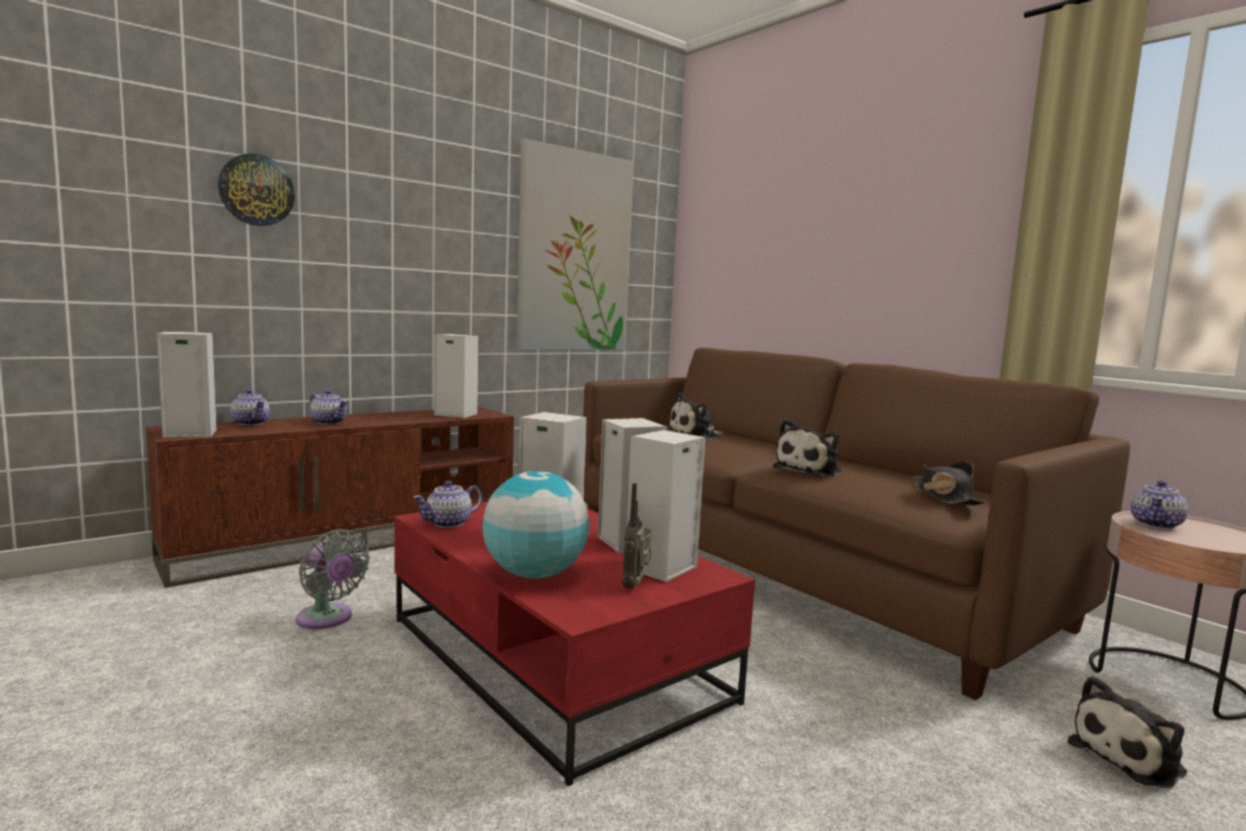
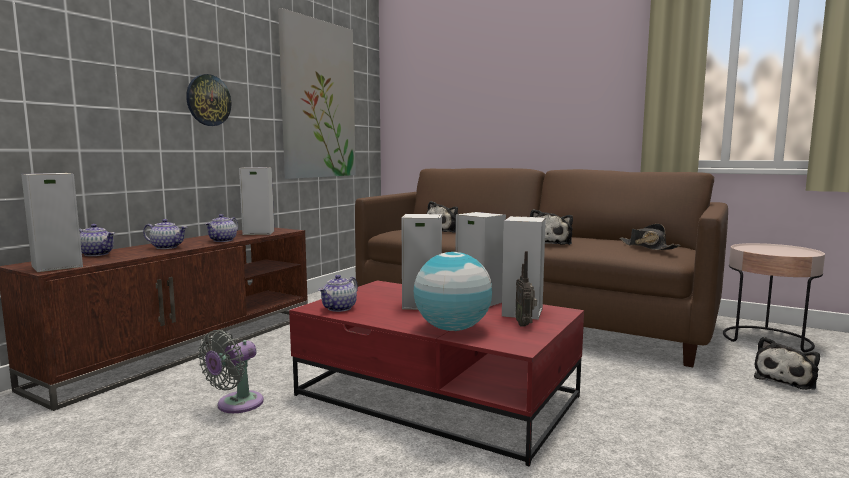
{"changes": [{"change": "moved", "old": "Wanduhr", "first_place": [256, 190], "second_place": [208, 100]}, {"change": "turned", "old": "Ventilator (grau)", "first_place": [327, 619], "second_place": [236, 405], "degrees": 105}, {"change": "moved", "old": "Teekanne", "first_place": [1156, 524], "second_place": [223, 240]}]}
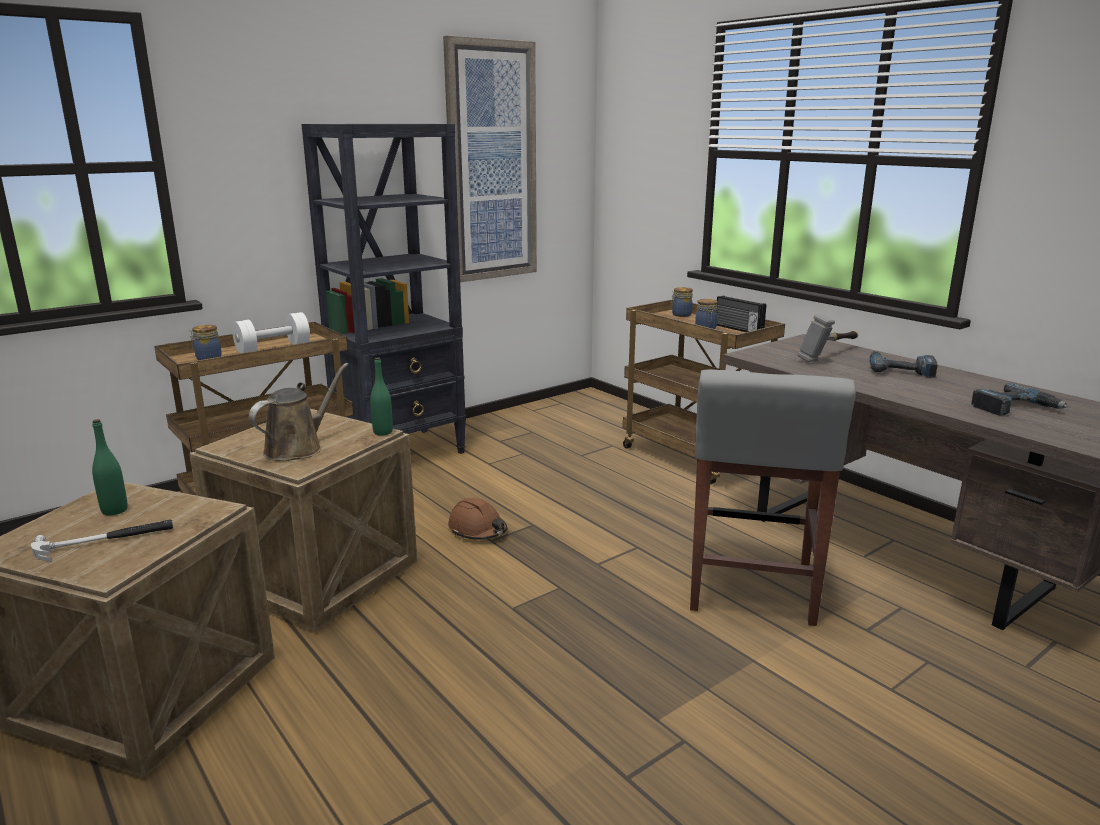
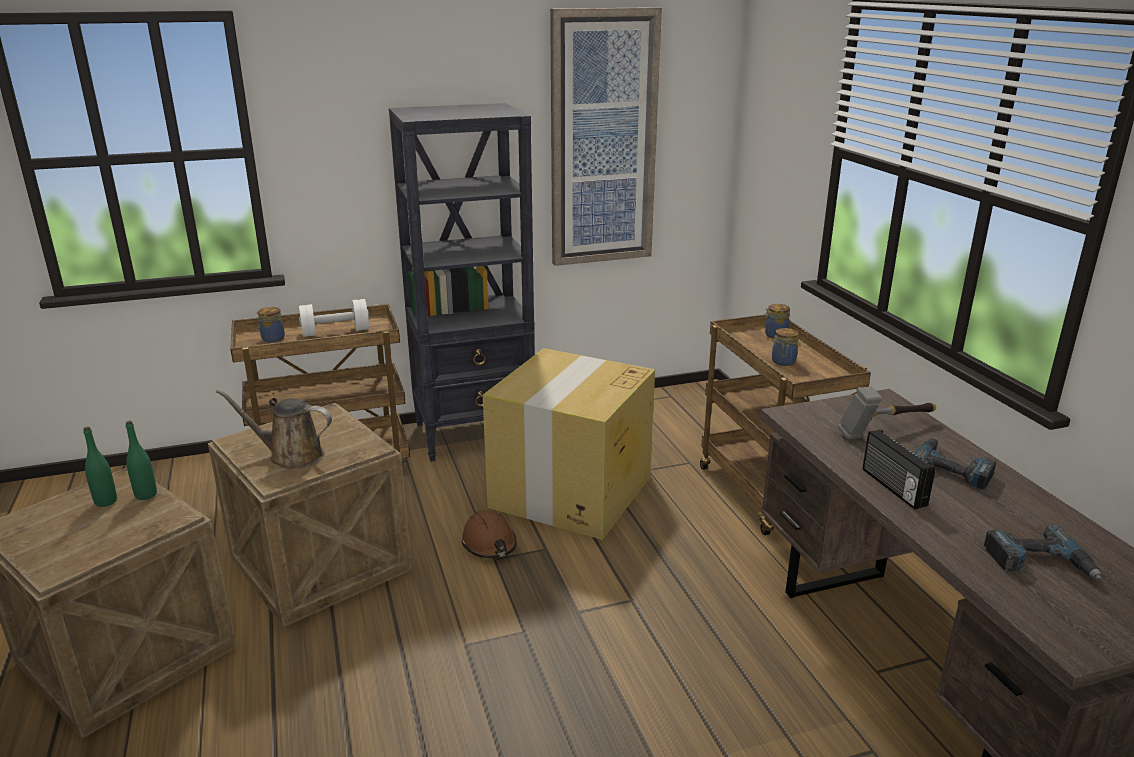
{"changes": [{"change": "removed", "old": "Hammer", "first_place": [105, 541]}, {"change": "turned", "old": "Gießkanne (braun)", "first_place": [298, 448], "second_place": [291, 455], "degrees": -135}, {"change": "moved", "old": "Flasche (grün)", "first_place": [383, 432], "second_place": [146, 495]}, {"change": "removed", "old": "Hocker (grau)", "first_place": [751, 589]}, {"change": "moved", "old": "Radio", "first_place": [738, 329], "second_place": [892, 487]}, {"change": "added", "new": "Karton", "second_place": [570, 493]}]}
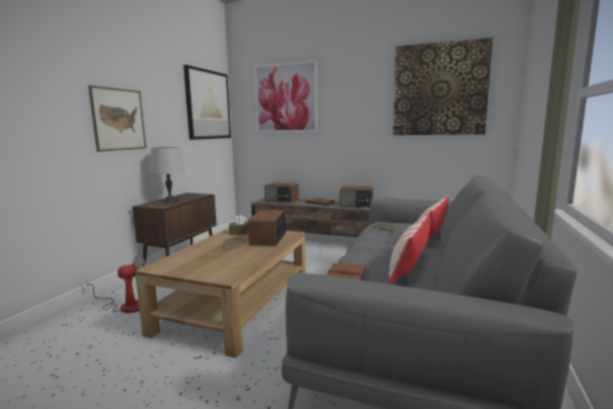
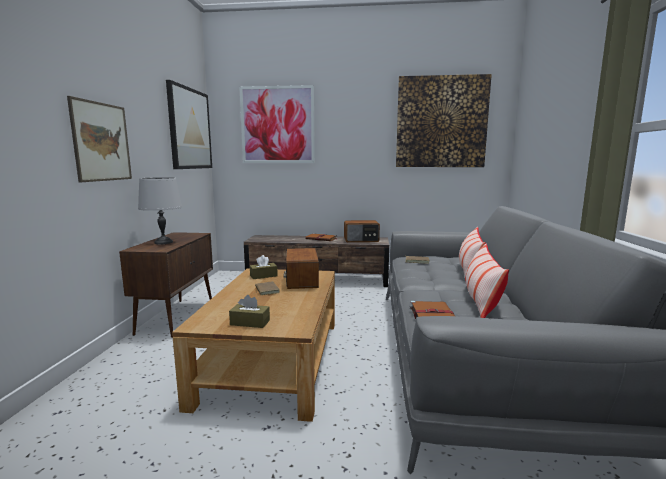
{"changes": [{"change": "removed", "old": "Ventilator", "first_place": [126, 306]}, {"change": "removed", "old": "Radio", "first_place": [281, 200]}, {"change": "added", "new": "Taschentuchbox (braun)", "second_place": [250, 322]}]}
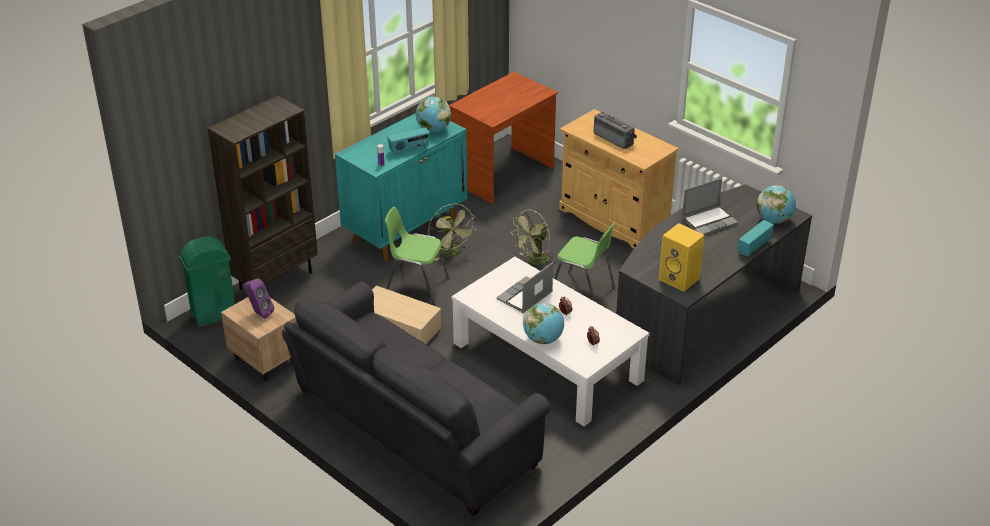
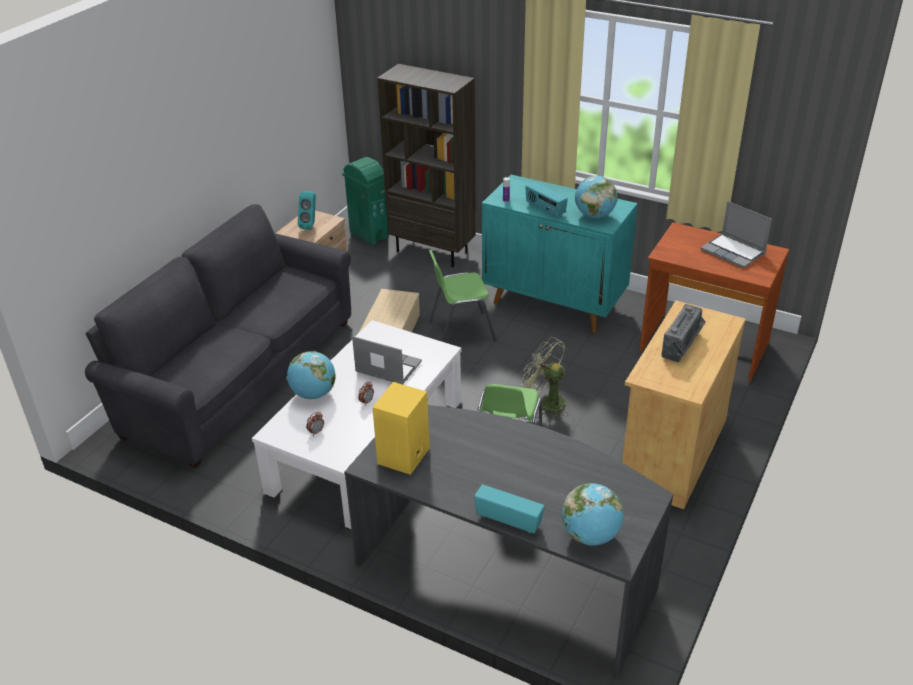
{"changes": [{"change": "recoloured", "old": "Lautsprecher (lila)", "new": "Lautsprecher (türkis)", "first_place": [259, 313], "second_place": [310, 225]}, {"change": "turned", "old": "Stuhl (grün)", "first_place": [416, 286], "second_place": [461, 330], "degrees": -105}, {"change": "removed", "old": "Ventilator (grün)", "first_place": [452, 253]}, {"change": "moved", "old": "Laptop", "first_place": [709, 221], "second_place": [734, 252]}]}
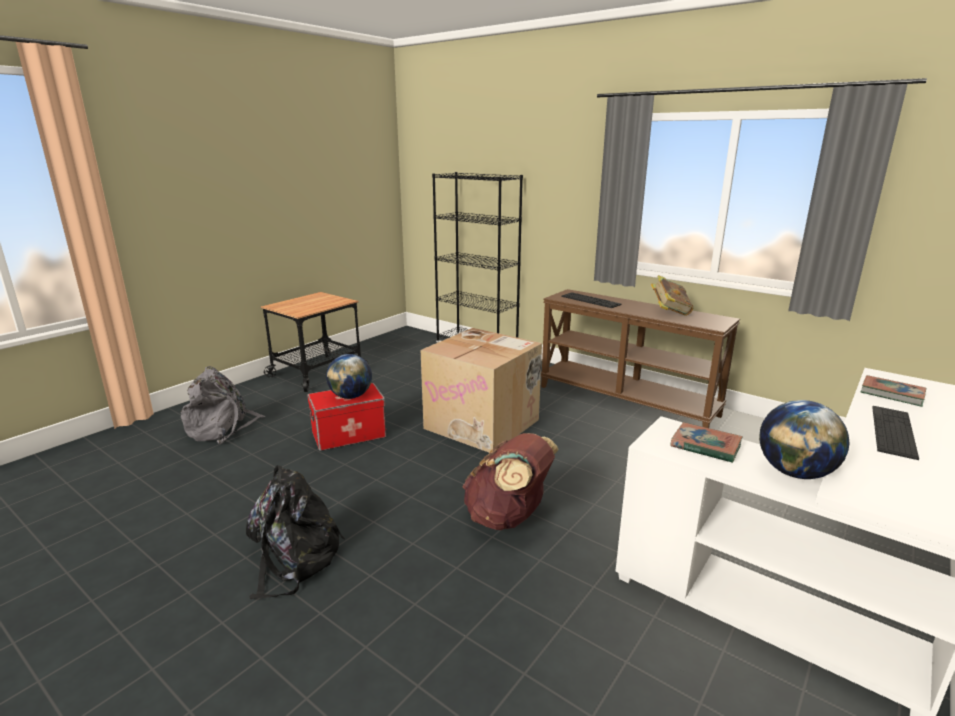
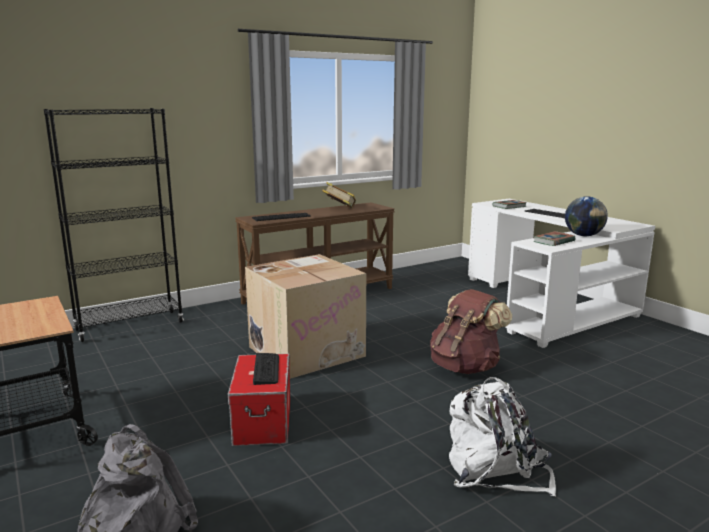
{"changes": [{"change": "recoloured", "old": "Rucksack (schwarz)", "new": "Rucksack (weiß)", "first_place": [294, 559], "second_place": [496, 470]}, {"change": "replaced", "old": "Globus", "new": "Tastatur", "first_place": [351, 396], "second_place": [266, 369]}]}
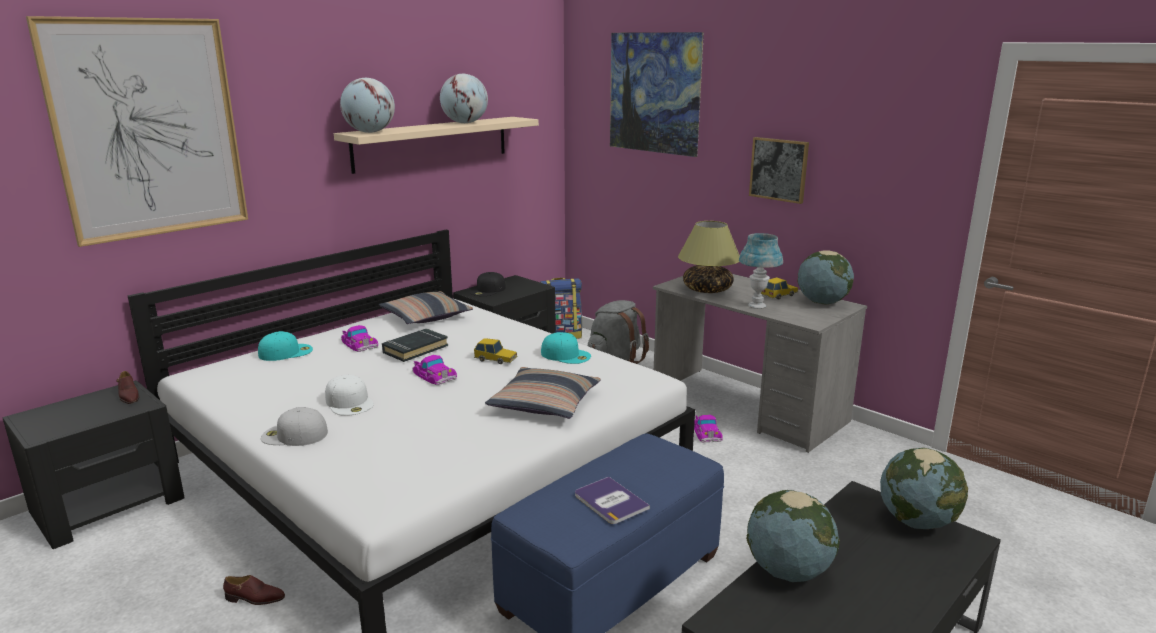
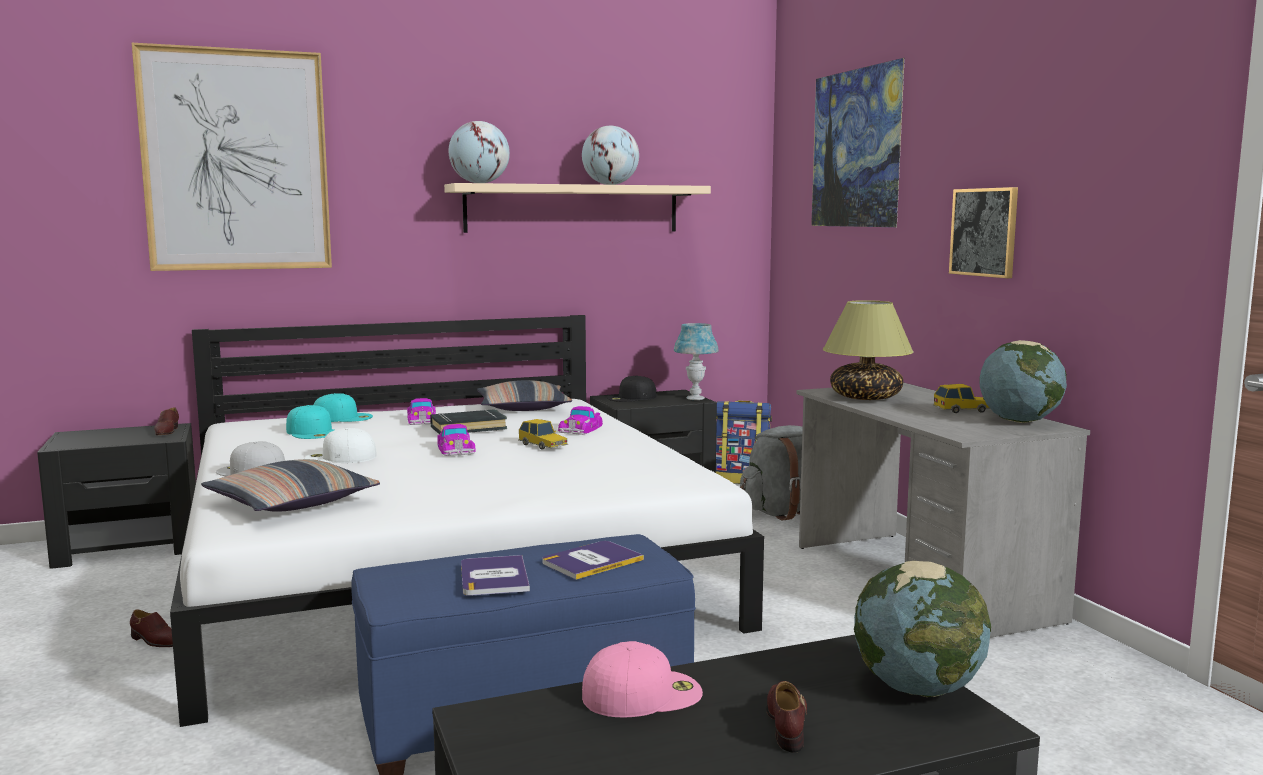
{"changes": [{"change": "turned", "old": "Kappe (weiß)", "first_place": [350, 402], "second_place": [340, 457], "degrees": 105}, {"change": "moved", "old": "Kissen", "first_place": [544, 404], "second_place": [291, 503]}, {"change": "moved", "old": "Kappe (türkis)", "first_place": [566, 355], "second_place": [312, 432]}, {"change": "moved", "old": "Spielzeugauto", "first_place": [706, 432], "second_place": [581, 428]}, {"change": "moved", "old": "Tischlampe (blau)", "first_place": [756, 306], "second_place": [695, 398]}, {"change": "replaced", "old": "Globus", "new": "Kappe (rosa)", "first_place": [787, 571], "second_place": [642, 693]}, {"change": "added", "new": "Buch", "second_place": [591, 561]}, {"change": "added", "new": "Schuh (braun)", "second_place": [786, 723]}]}
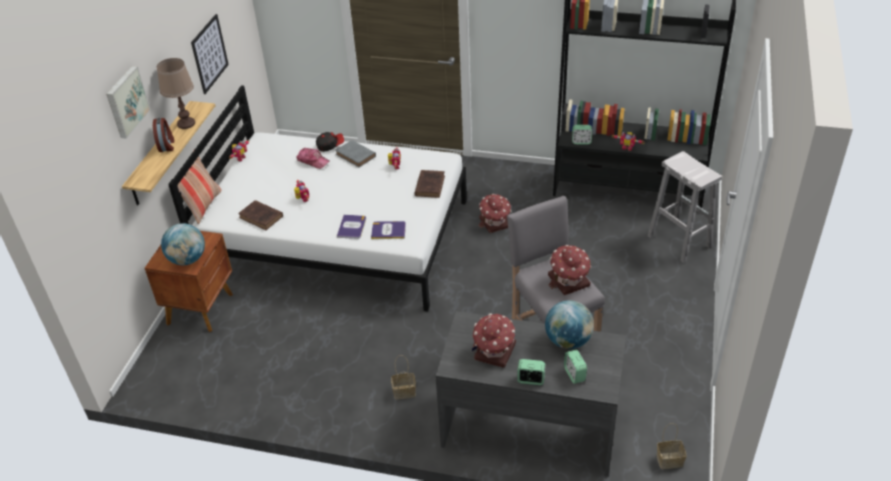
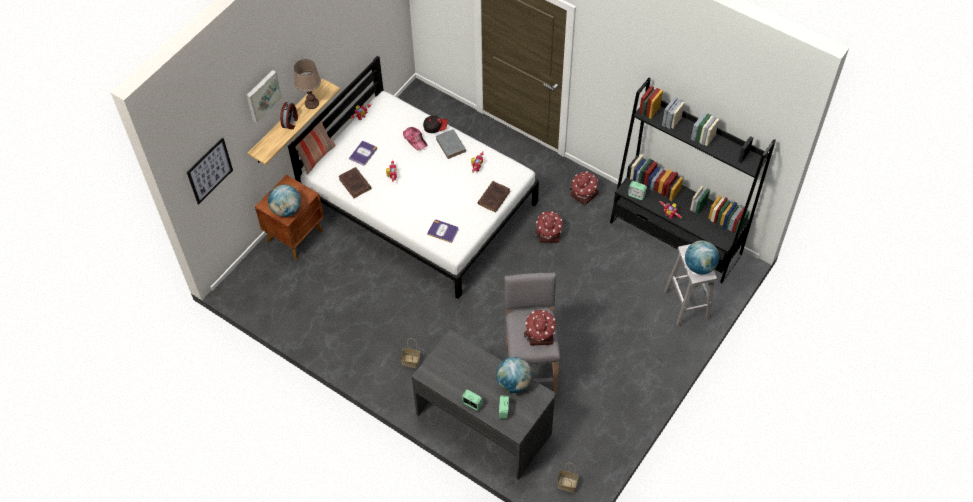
{"changes": [{"change": "moved", "old": "Bild", "first_place": [209, 53], "second_place": [209, 170]}, {"change": "moved", "old": "Buch", "first_place": [351, 227], "second_place": [363, 153]}, {"change": "moved", "old": "Spielzeughaus", "first_place": [494, 352], "second_place": [583, 194]}, {"change": "added", "new": "Globus", "second_place": [699, 266]}]}
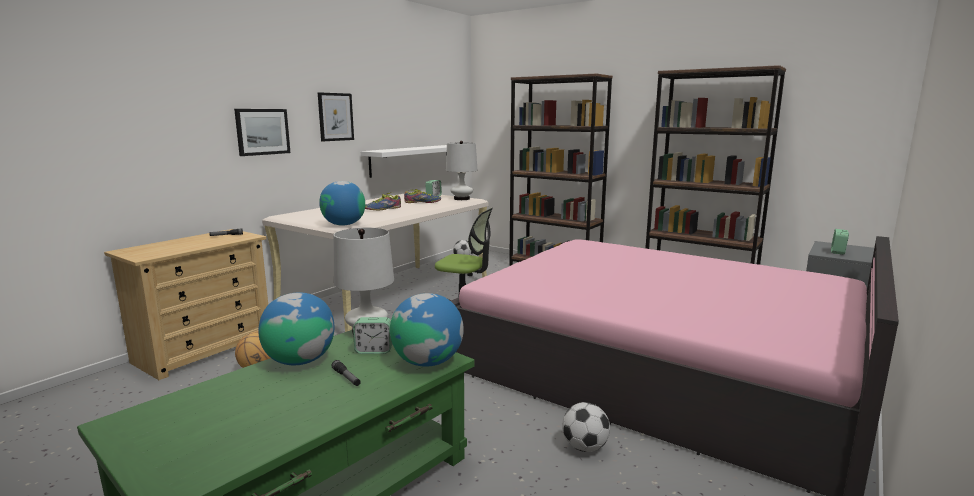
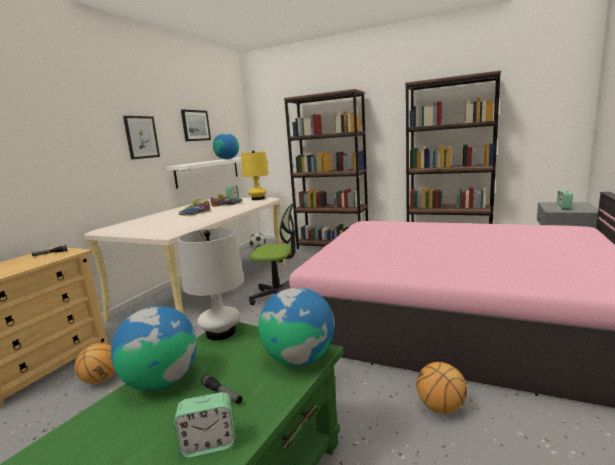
{"changes": [{"change": "moved", "old": "Bild", "first_place": [262, 131], "second_place": [195, 125]}, {"change": "moved", "old": "Globus", "first_place": [344, 224], "second_place": [227, 159]}, {"change": "moved", "old": "Wecker", "first_place": [374, 350], "second_place": [209, 444]}, {"change": "recoloured", "old": "Tischlampe (weiß)", "new": "Tischlampe (gelb)", "first_place": [462, 199], "second_place": [258, 199]}, {"change": "replaced", "old": "Fußball", "new": "Basketball", "first_place": [585, 447], "second_place": [440, 407]}]}
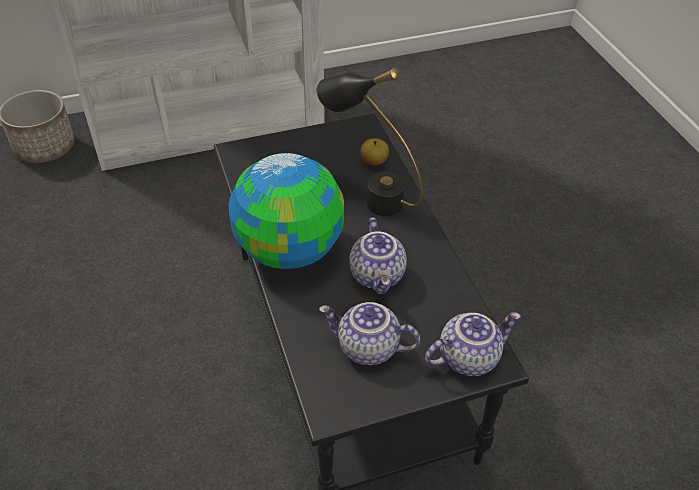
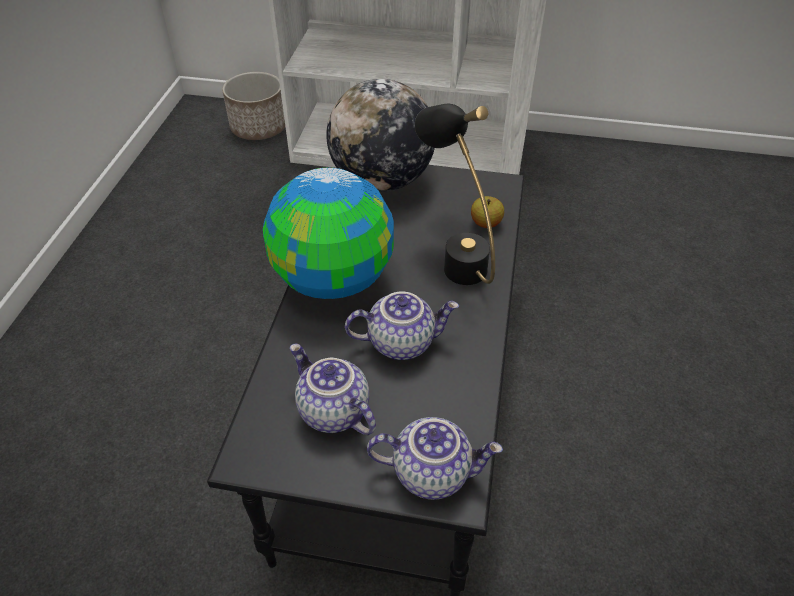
{"changes": [{"change": "turned", "old": "Teekanne", "first_place": [378, 275], "second_place": [401, 341], "degrees": -120}, {"change": "added", "new": "Globus", "second_place": [382, 180]}]}
